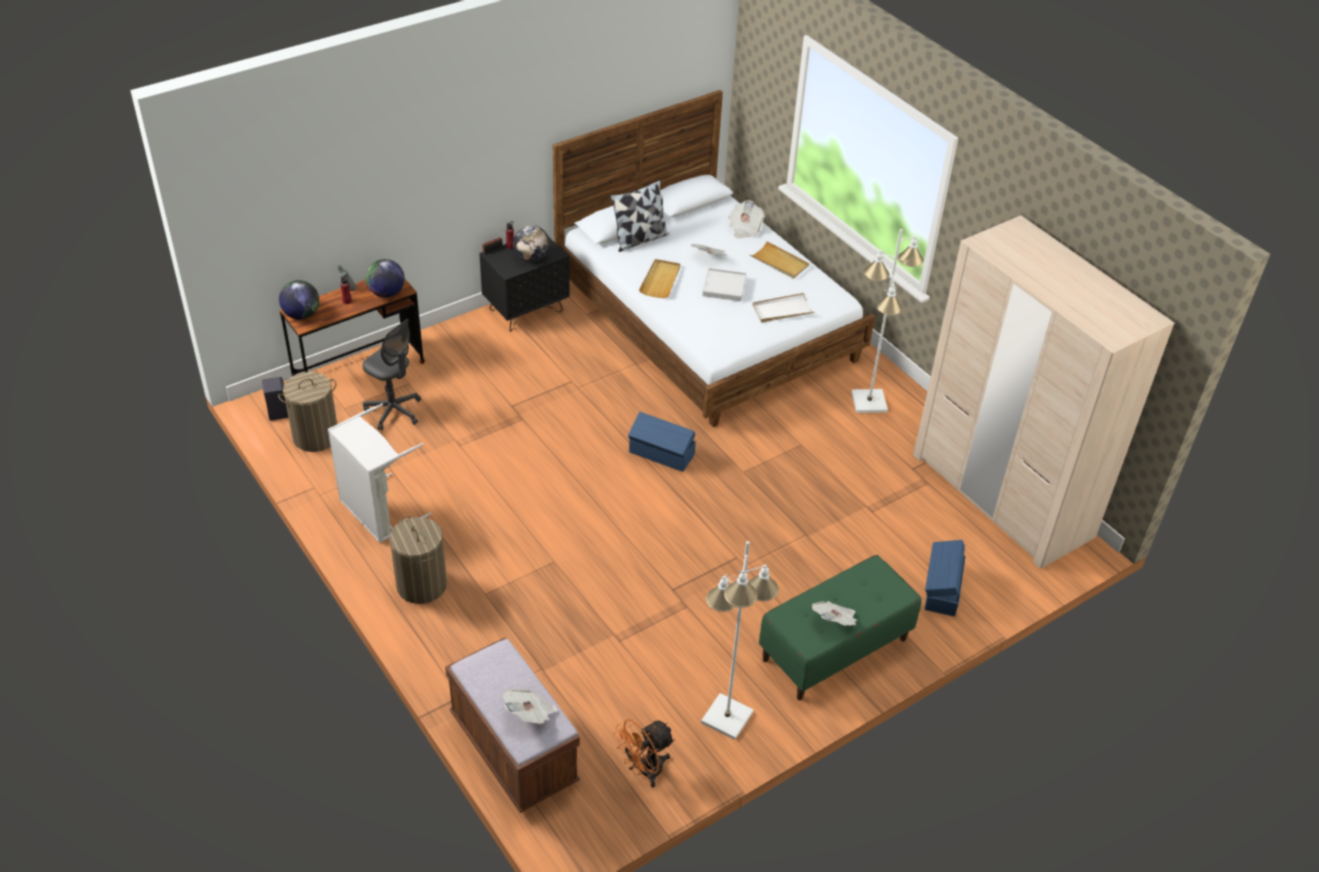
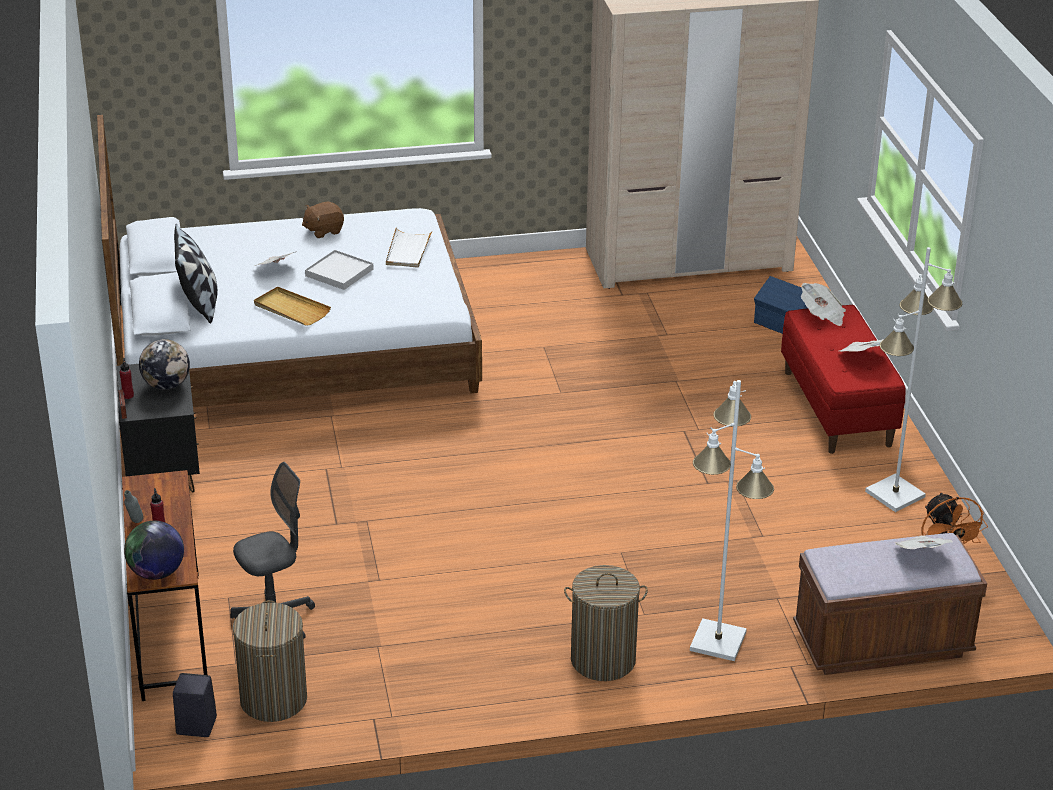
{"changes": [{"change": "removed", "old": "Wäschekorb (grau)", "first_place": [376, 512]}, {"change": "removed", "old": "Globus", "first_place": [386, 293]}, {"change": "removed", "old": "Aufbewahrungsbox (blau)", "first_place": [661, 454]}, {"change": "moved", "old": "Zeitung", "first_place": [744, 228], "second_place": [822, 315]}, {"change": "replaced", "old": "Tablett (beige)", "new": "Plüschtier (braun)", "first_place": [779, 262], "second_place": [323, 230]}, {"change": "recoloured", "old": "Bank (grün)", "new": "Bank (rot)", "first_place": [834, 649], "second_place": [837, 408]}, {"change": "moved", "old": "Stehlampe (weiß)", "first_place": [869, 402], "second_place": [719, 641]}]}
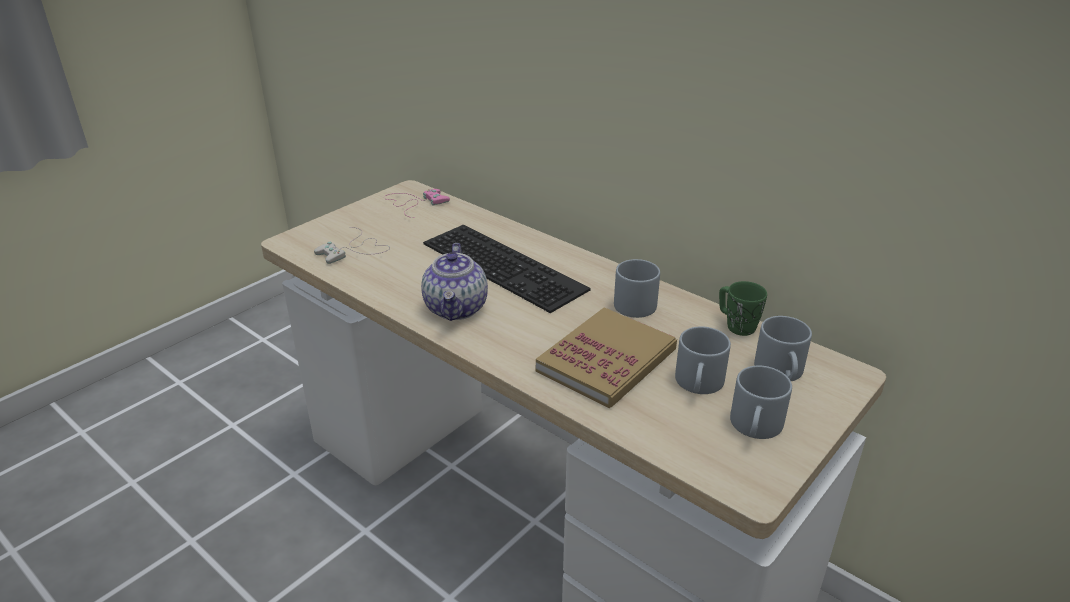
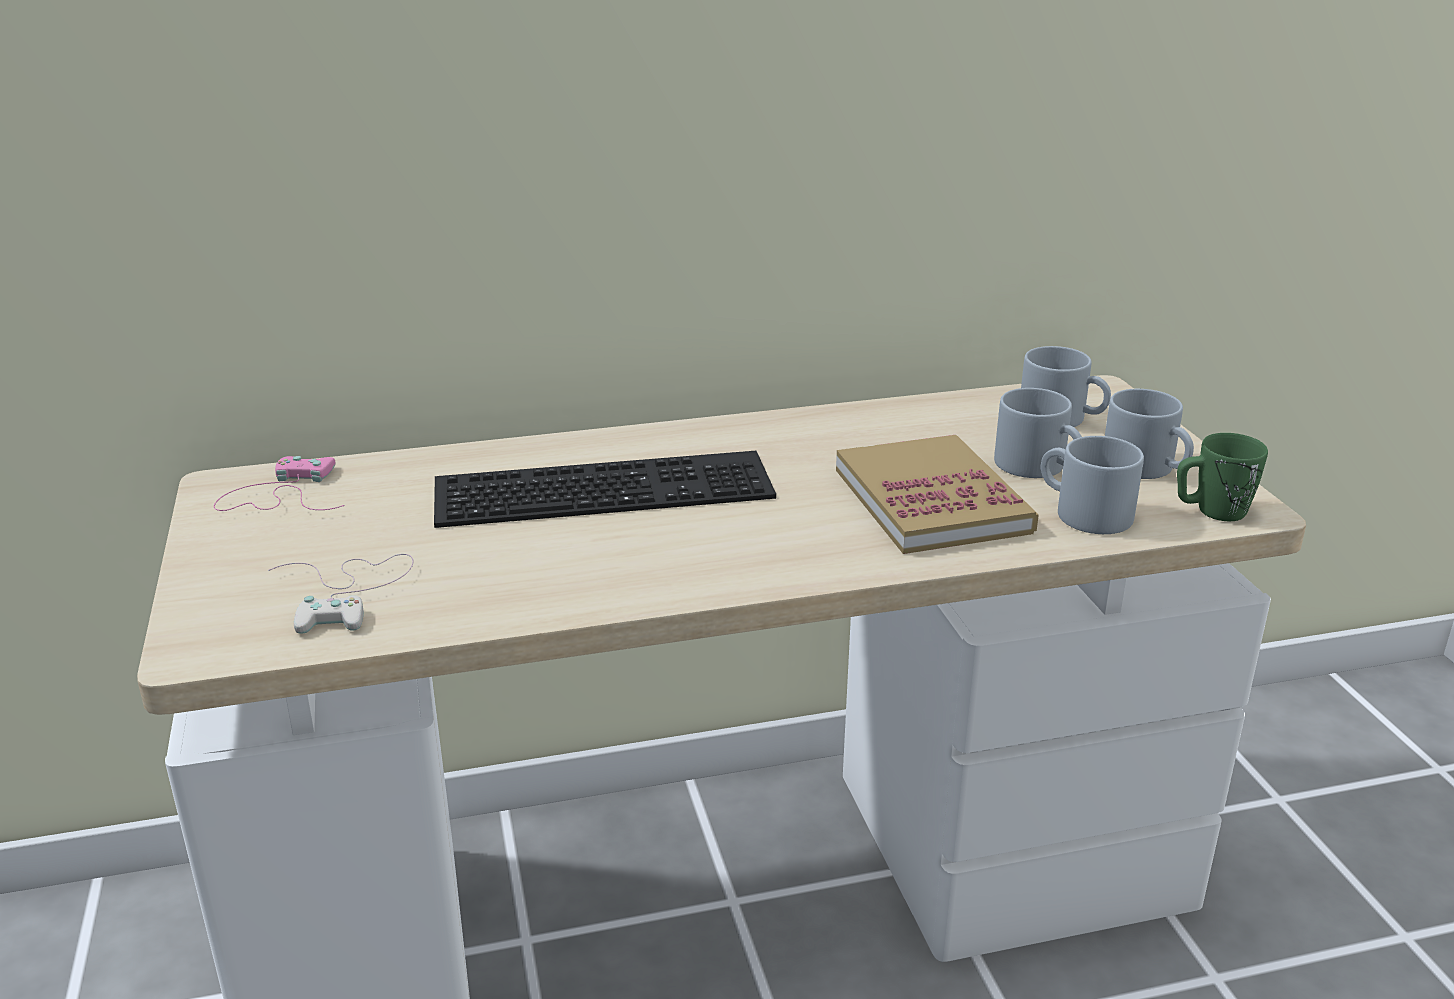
{"changes": [{"change": "removed", "old": "Teekanne", "first_place": [457, 309]}, {"change": "moved", "old": "Henkelbecher (grau)", "first_place": [634, 301], "second_place": [1082, 512]}, {"change": "moved", "old": "Henkelbecher (grün)", "first_place": [736, 325], "second_place": [1211, 511]}]}
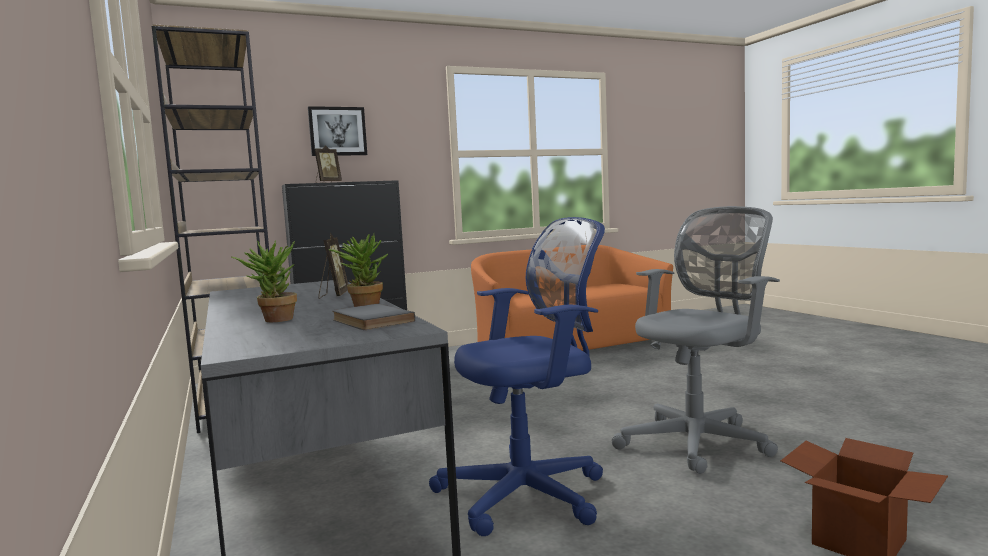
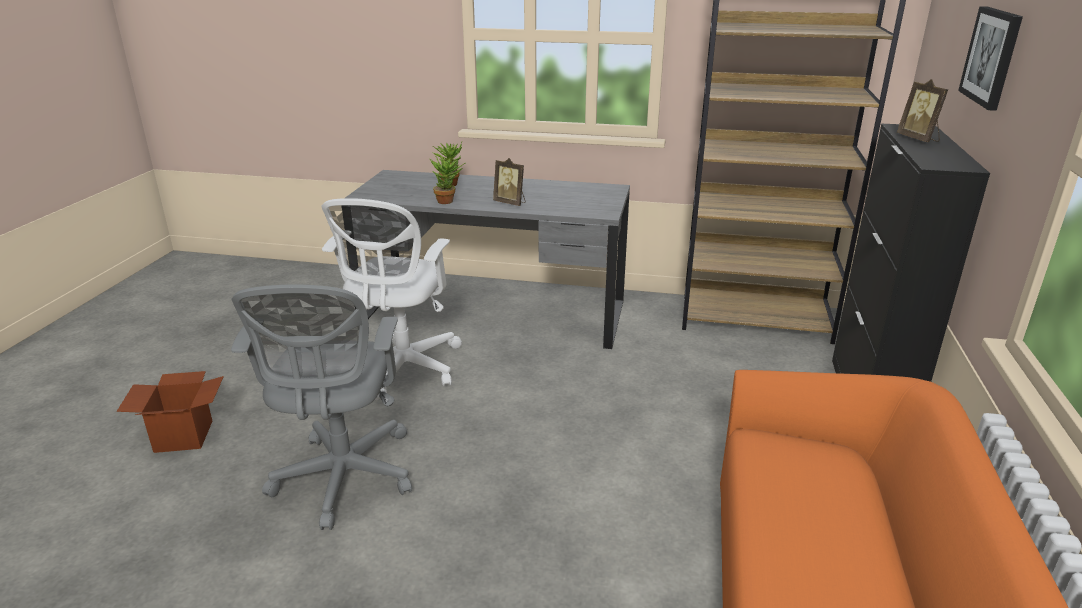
{"changes": [{"change": "removed", "old": "Buch (grau)", "first_place": [369, 321]}, {"change": "recoloured", "old": "Bürostuhl (blau)", "new": "Bürostuhl (weiß)", "first_place": [530, 494], "second_place": [402, 370]}]}
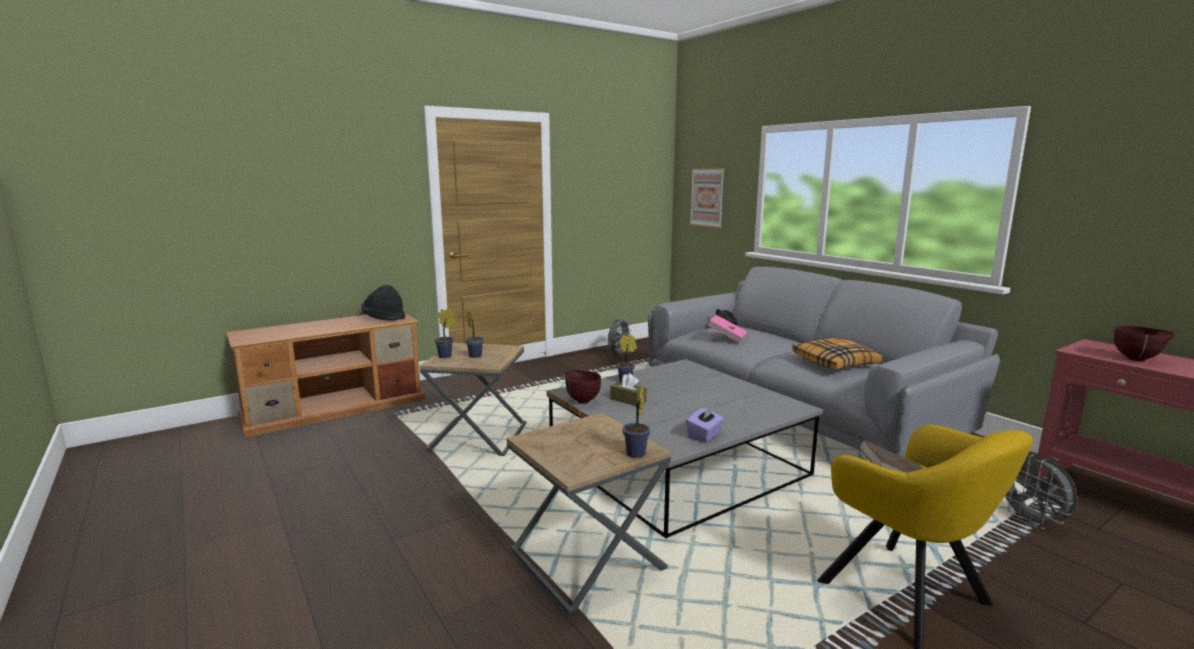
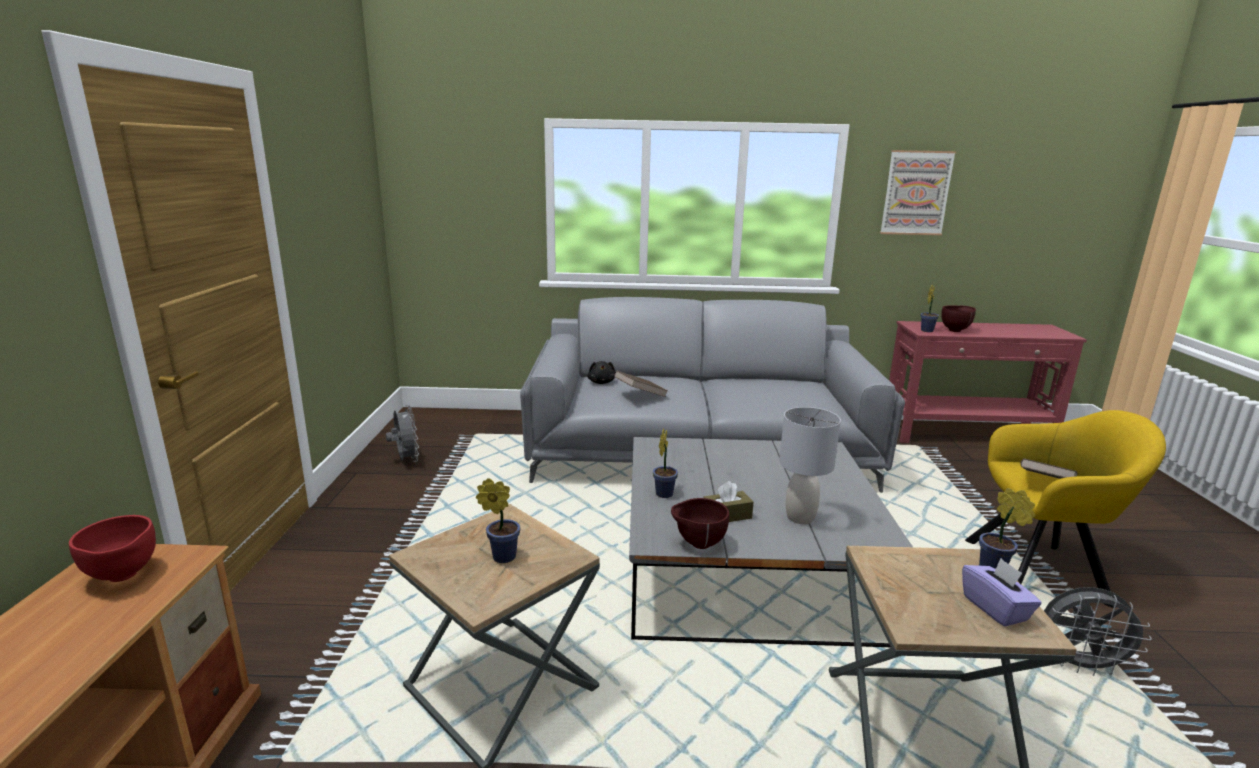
{"changes": [{"change": "replaced", "old": "Hut (schwarz)", "new": "Schüssel (rot)", "first_place": [384, 318], "second_place": [123, 577]}, {"change": "moved", "old": "Topfpflanze", "first_place": [446, 356], "second_place": [927, 330]}, {"change": "moved", "old": "Taschentuchbox (lila)", "first_place": [705, 435], "second_place": [995, 608]}, {"change": "moved", "old": "Bild", "first_place": [707, 197], "second_place": [916, 193]}, {"change": "recoloured", "old": "Buch (rosa)", "new": "Buch (braun)", "first_place": [726, 337], "second_place": [640, 395]}, {"change": "removed", "old": "Kissen", "first_place": [835, 363]}, {"change": "moved", "old": "Ventilator (grau)", "first_place": [1031, 521], "second_place": [1079, 665]}, {"change": "added", "new": "Tischlampe (grau)", "second_place": [800, 518]}]}
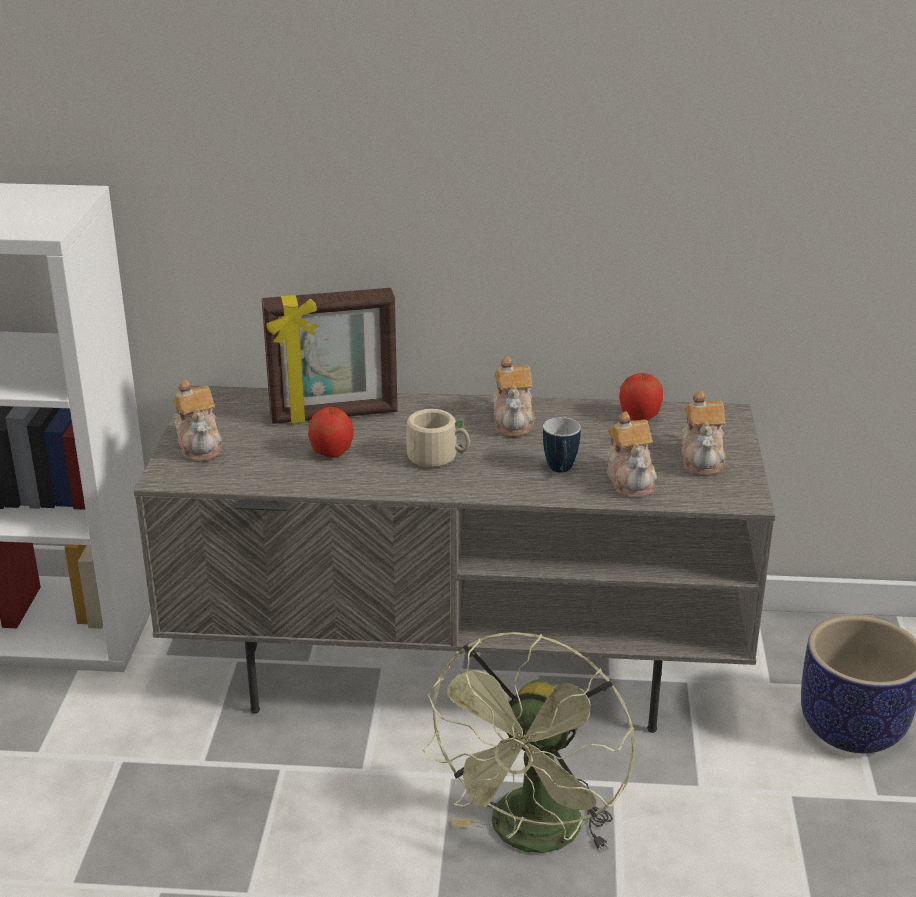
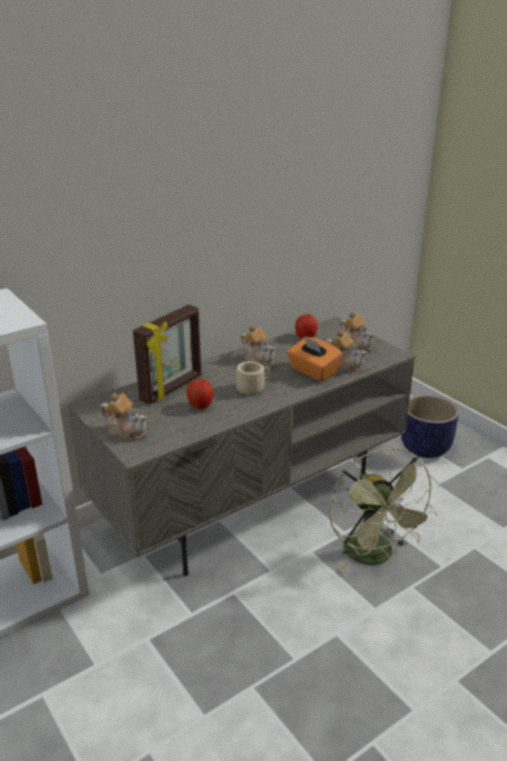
{"changes": [{"change": "replaced", "old": "Henkelbecher", "new": "Taschentuchbox (orange)", "first_place": [561, 471], "second_place": [313, 372]}]}
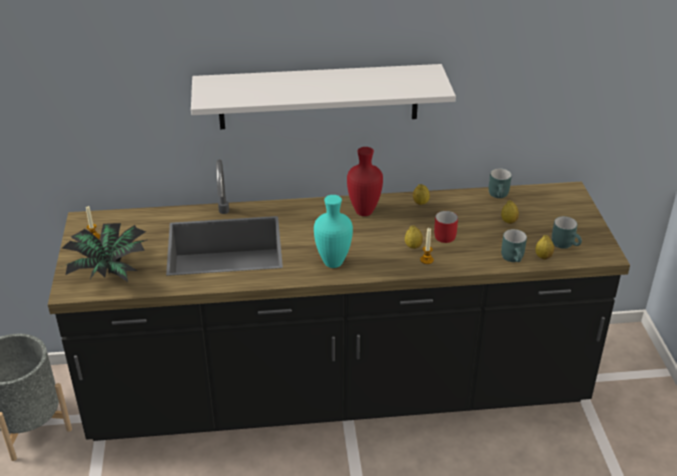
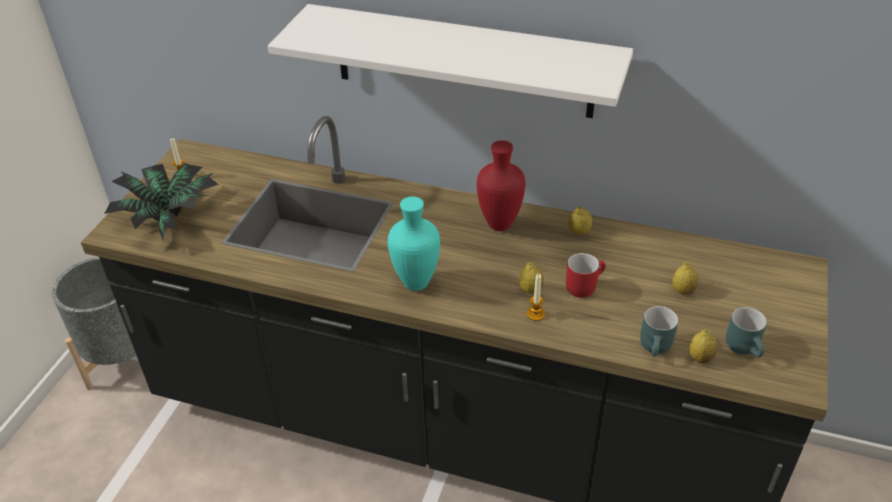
{"changes": [{"change": "removed", "old": "Henkelbecher (türkis)", "first_place": [500, 195]}]}
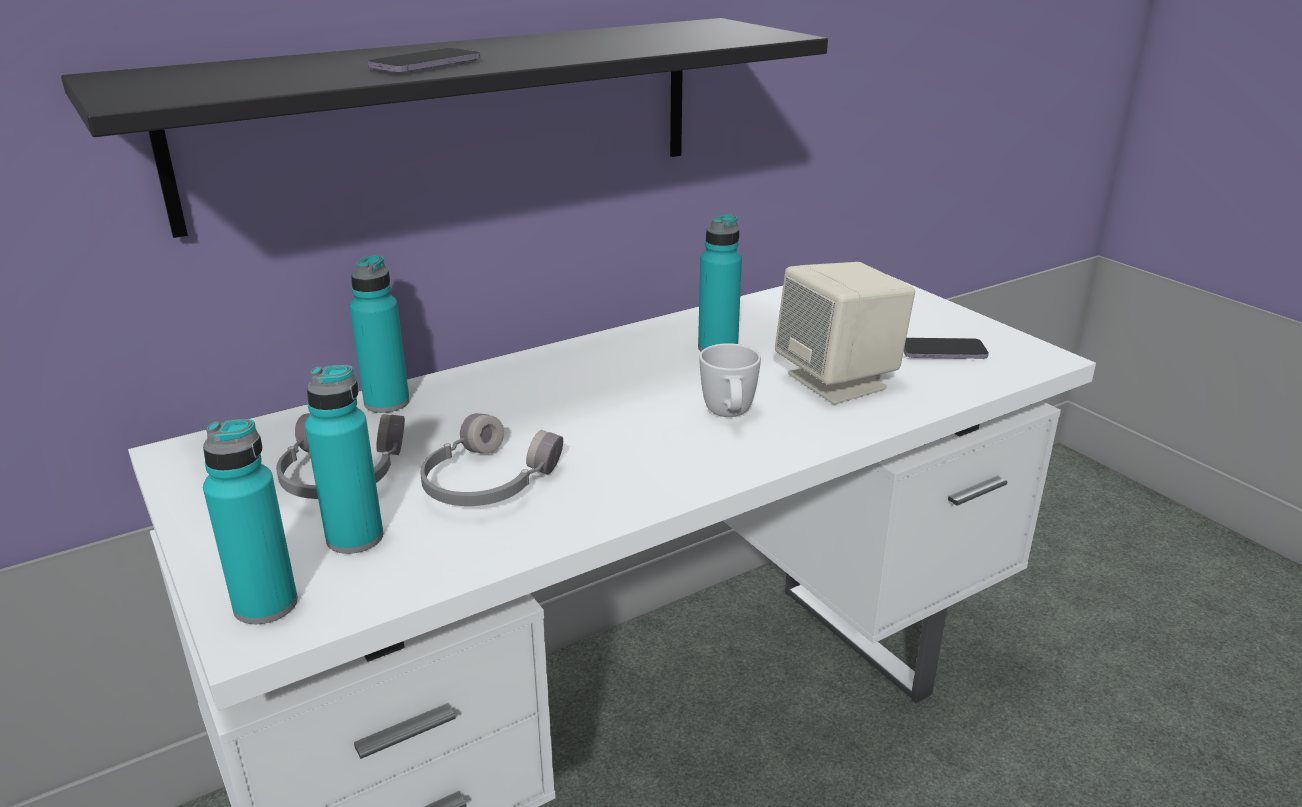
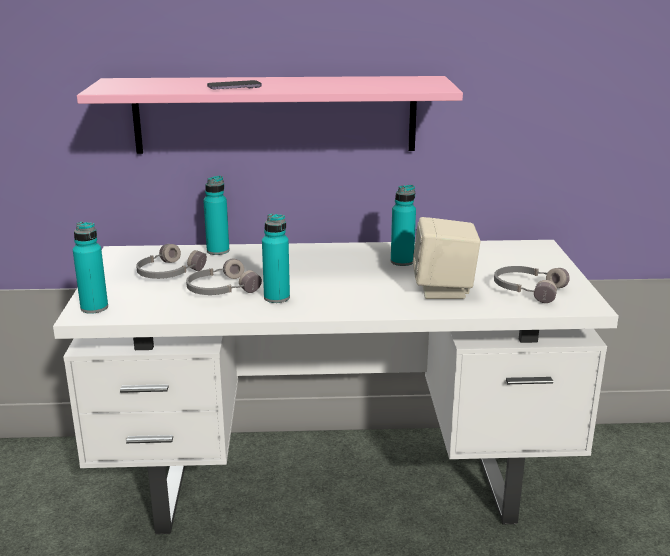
{"changes": [{"change": "recoloured", "old": "Wandregal (schwarz)", "new": "Wandregal (rosa)", "first_place": [450, 118], "second_place": [275, 115]}, {"change": "moved", "old": "Flasche (türkis)", "first_place": [355, 537], "second_place": [276, 298]}, {"change": "removed", "old": "Henkelbecher (weiß)", "first_place": [729, 416]}, {"change": "replaced", "old": "Handy", "new": "Kopfhörer (grau)", "first_place": [943, 352], "second_place": [527, 290]}]}
